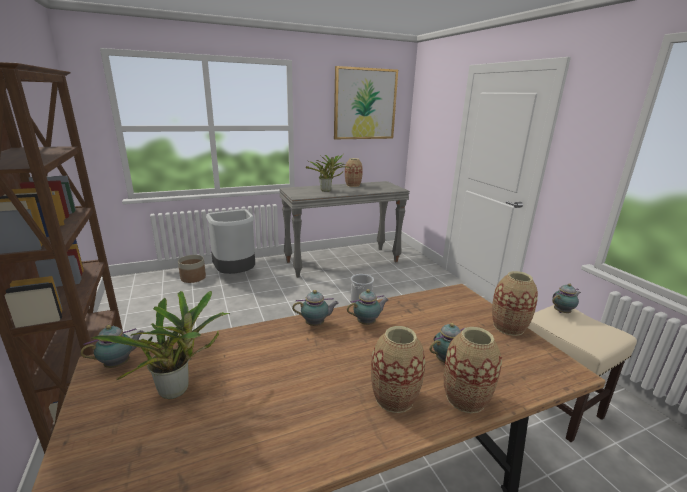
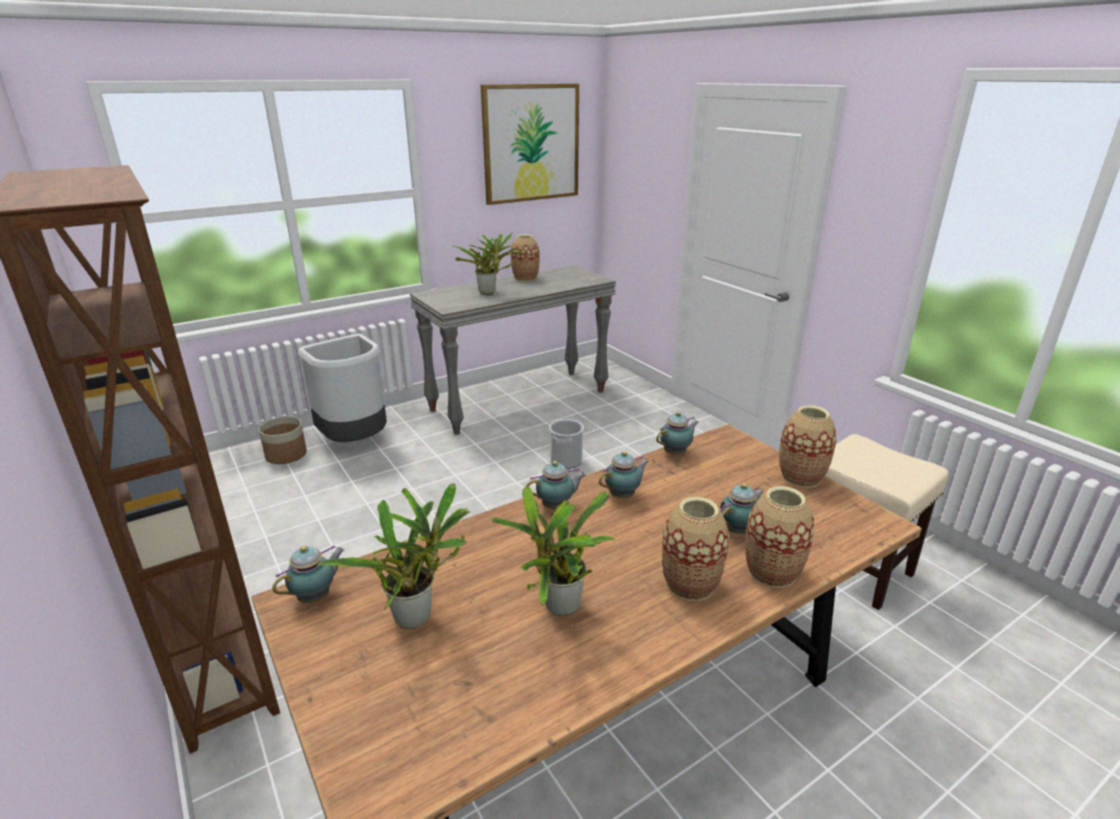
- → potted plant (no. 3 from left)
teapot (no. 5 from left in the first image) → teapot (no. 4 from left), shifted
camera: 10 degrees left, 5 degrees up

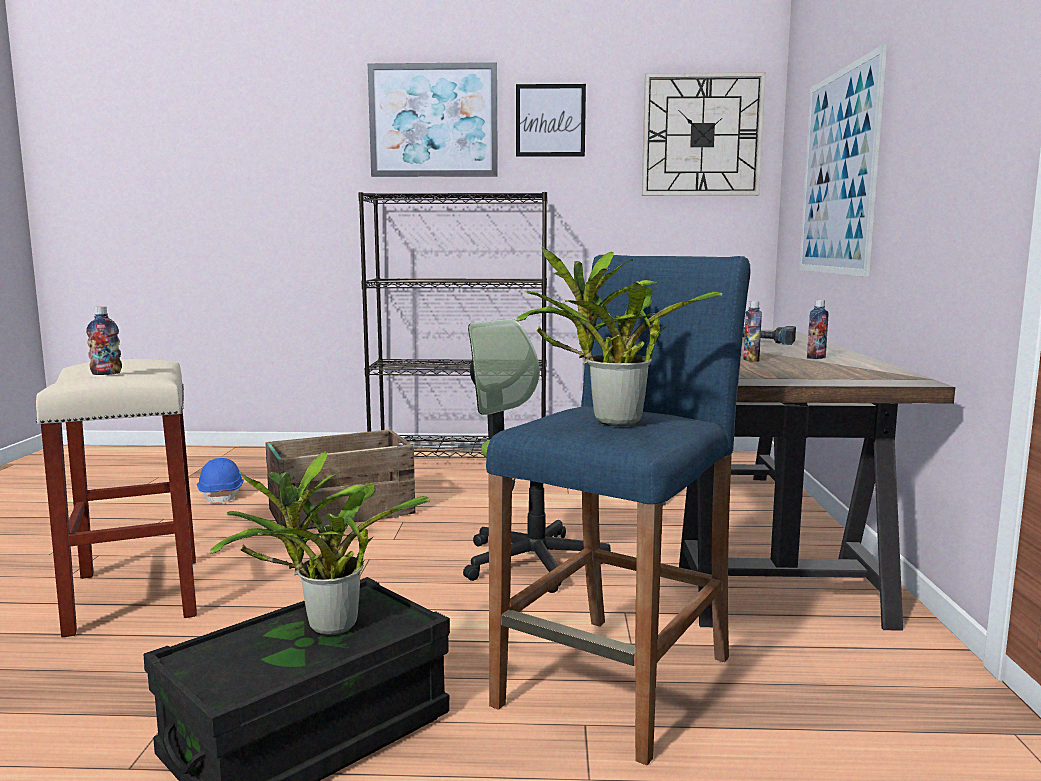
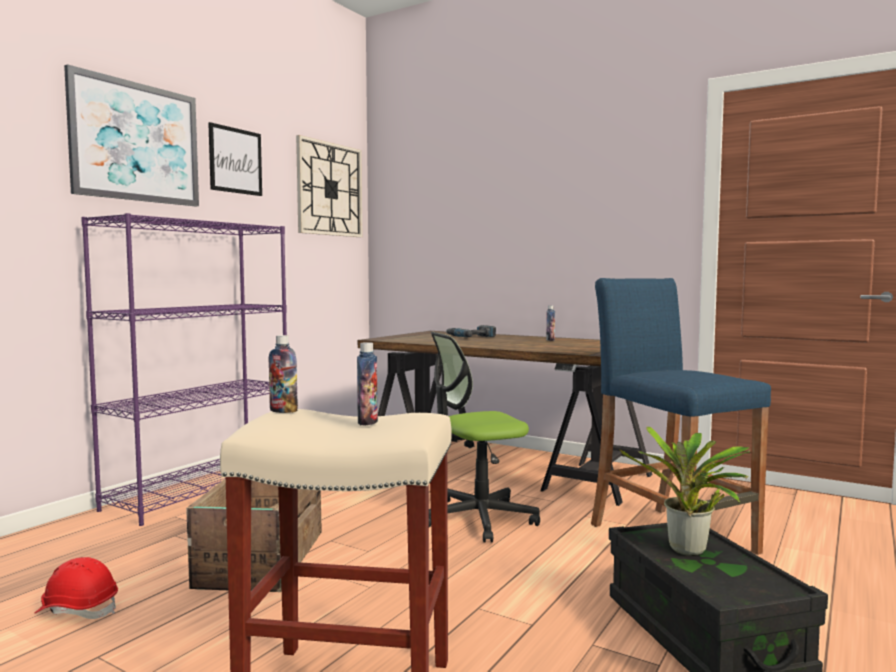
potted plant (no. 2 from left) → -
picture (no. 3 from left) → -
bottle (no. 2 from left in the first image) → bottle (no. 1 from left), shifted
blue hard hat → red hard hat
black bookcase → purple bookcase
camera: 60 degrees left, 5 degrees down

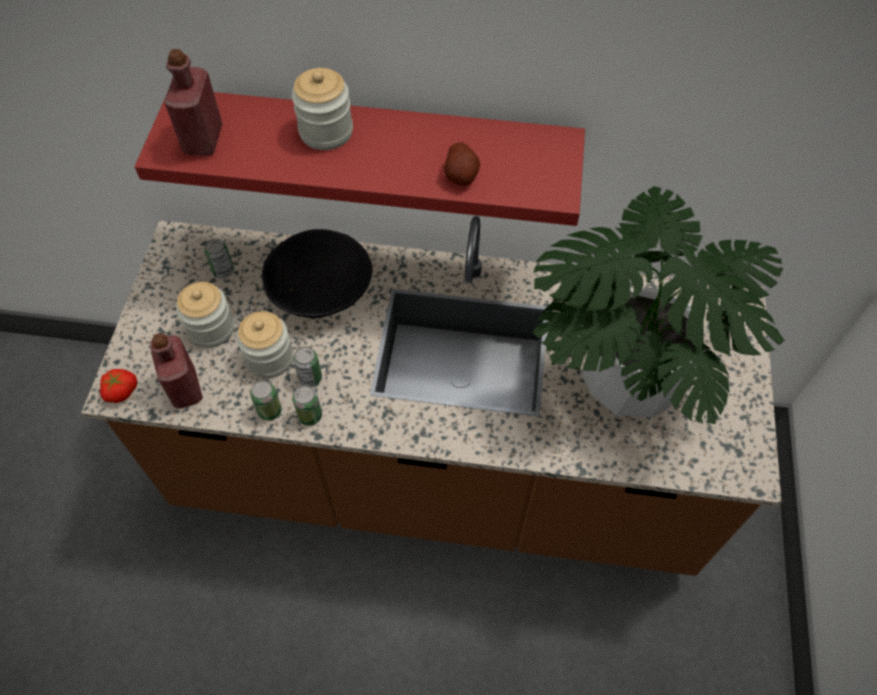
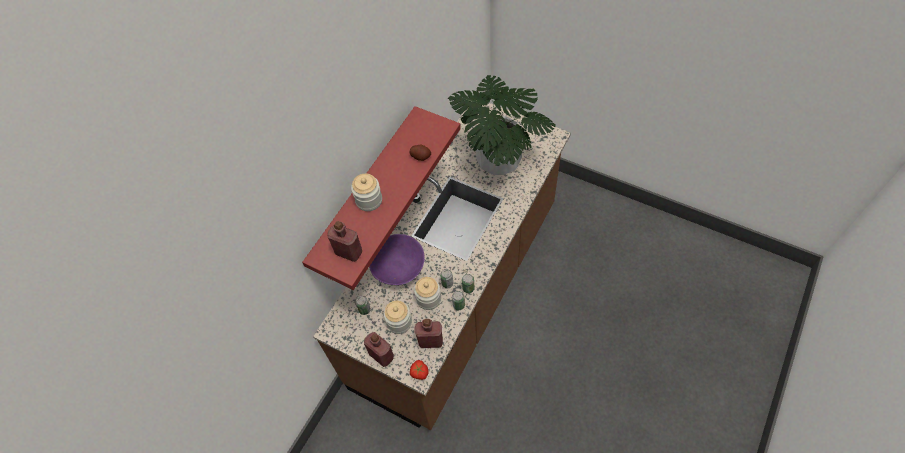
- → red bottle (no. 2 from left)
black bowl → purple bowl
camera: 65 degrees left, 0 degrees up

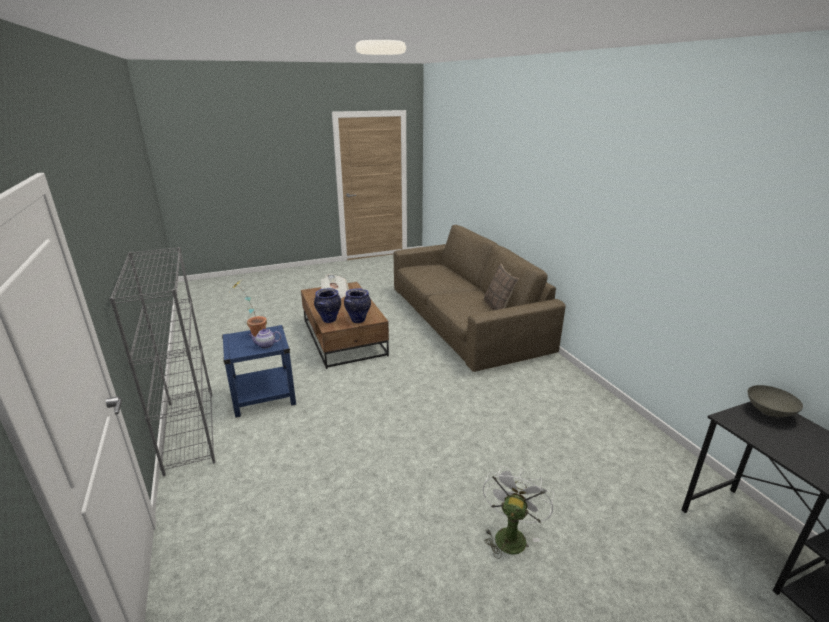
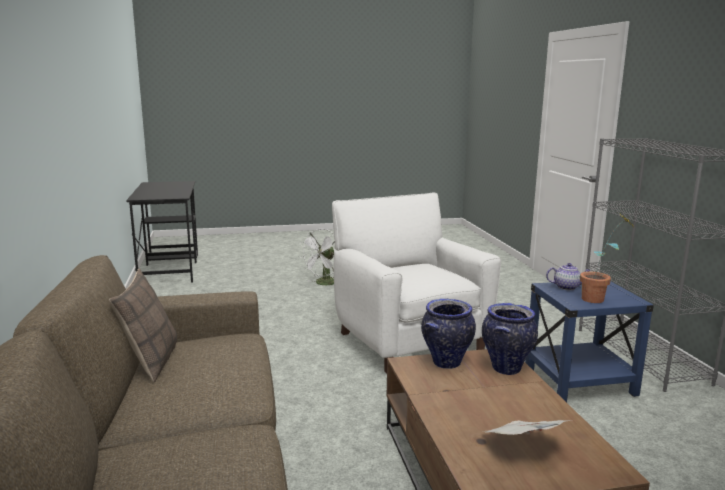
grey bowl → -
- → white armchair
camera: 170 degrees left, 10 degrees down

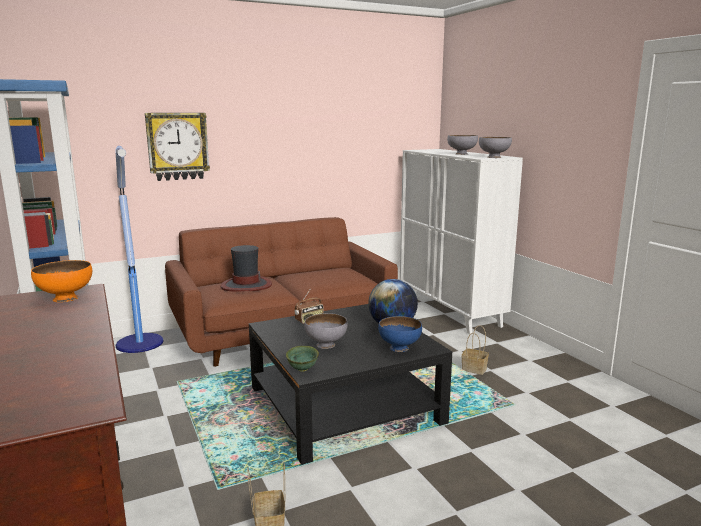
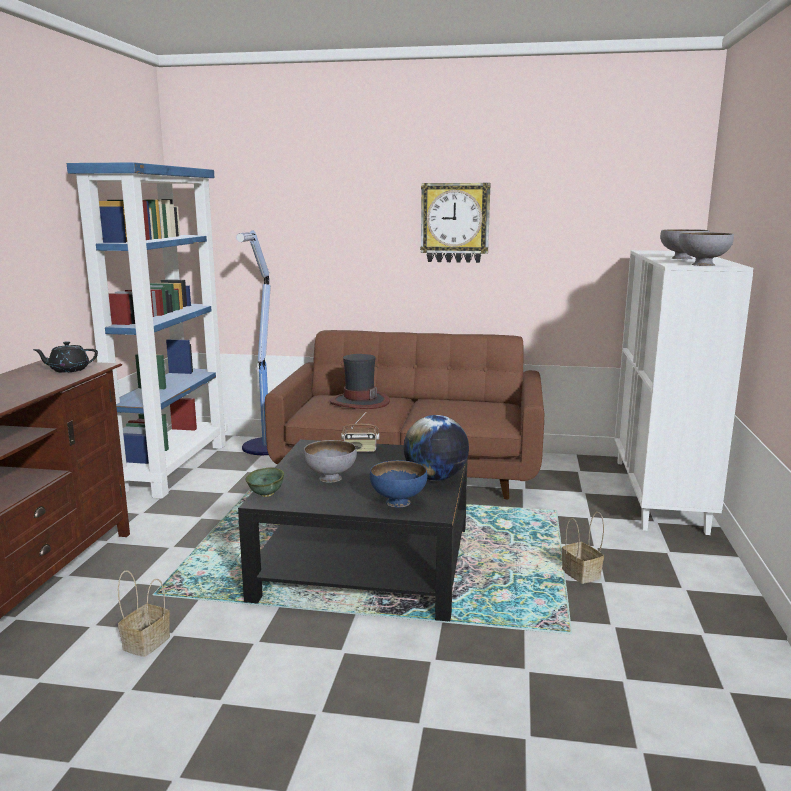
wall clock, shifted
orange bowl → black teapot
camera: 35 degrees right, 0 degrees up

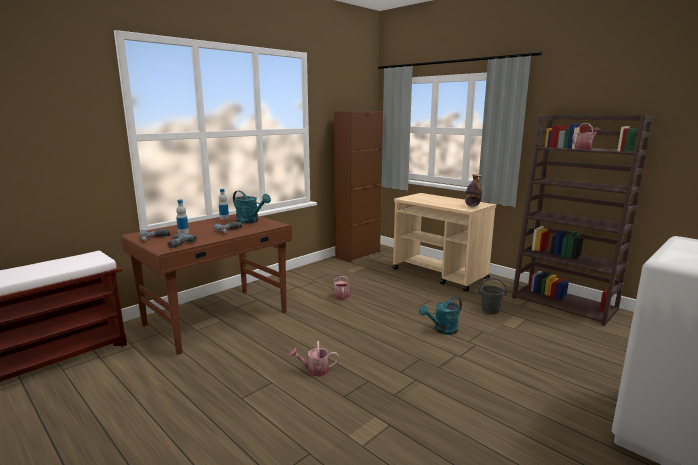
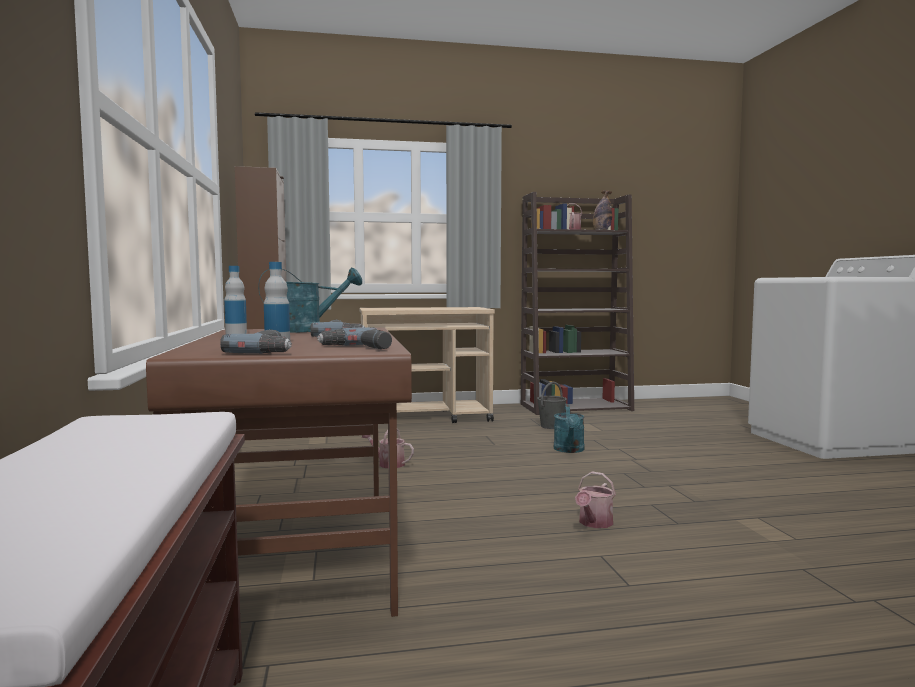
bottle (no. 3 from left), shifted
camera: 55 degrees left, 10 degrees down

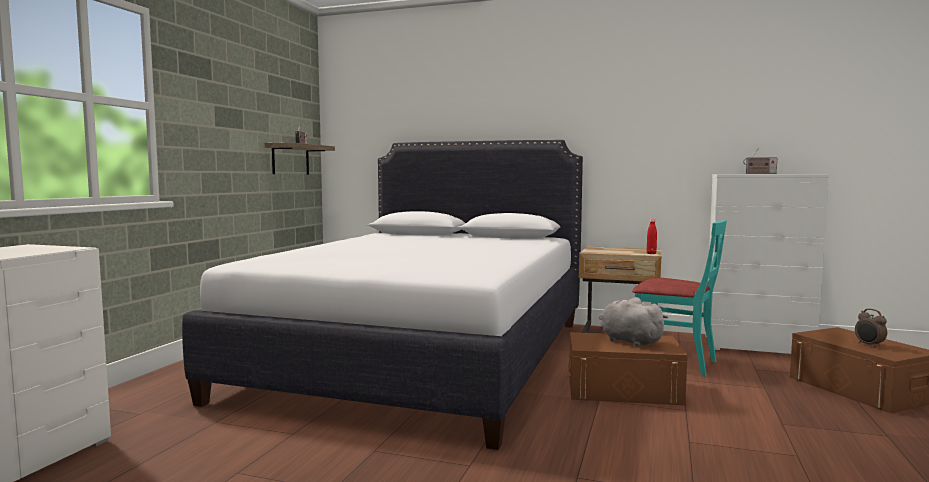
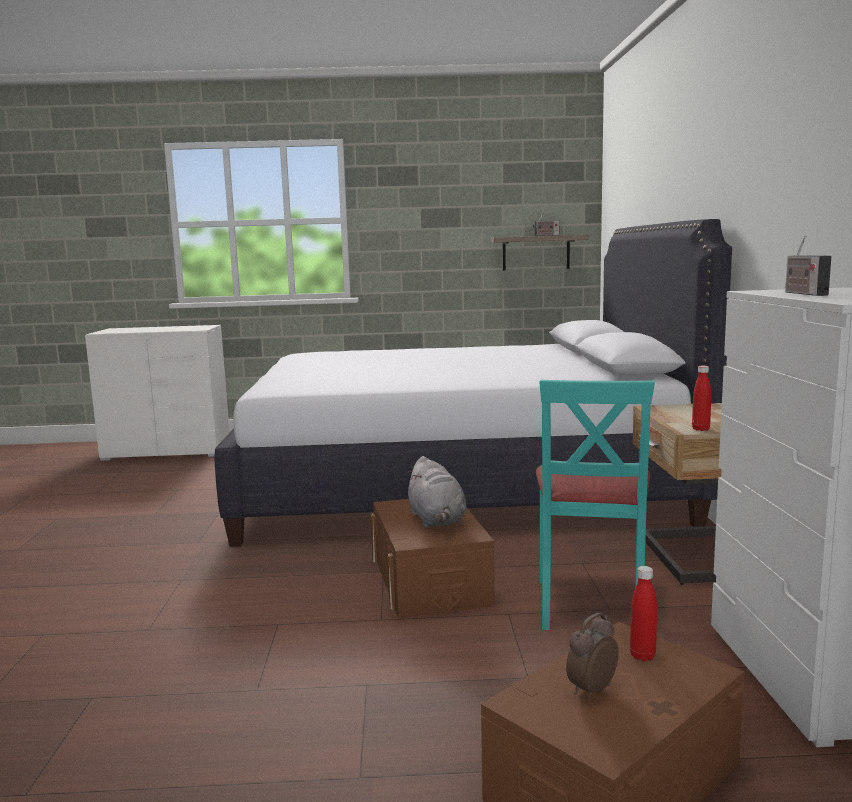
- → red bottle (no. 1 from left)
grey plush toy, 135 degrees clockwise
camera: 70 degrees right, 5 degrees up

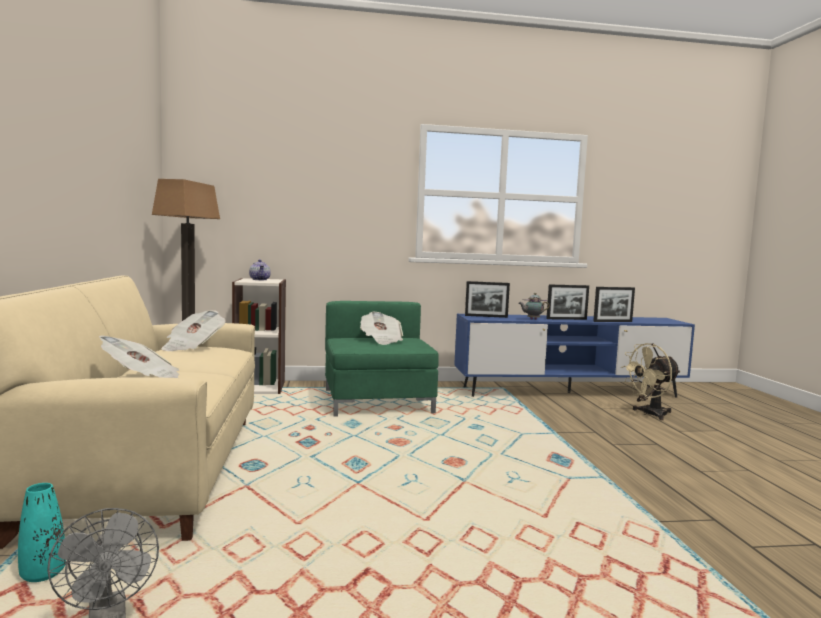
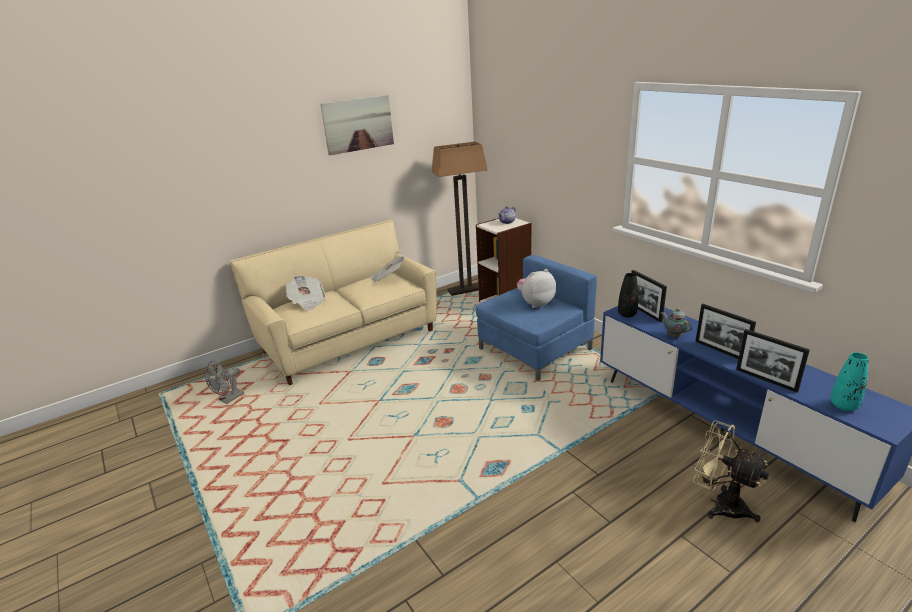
- → picture
- → black vase
turquoise vase, shifted
newspaper (no. 3 from left) → plush toy
green armchair → blue armchair
camera: 65 degrees right, 20 degrees up

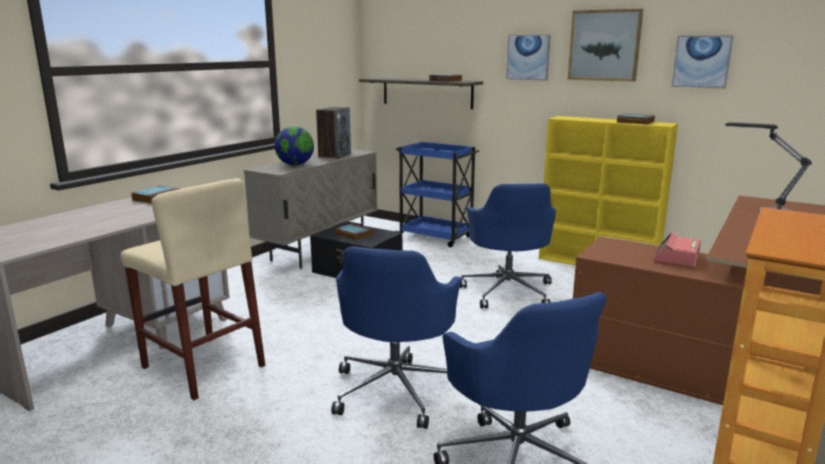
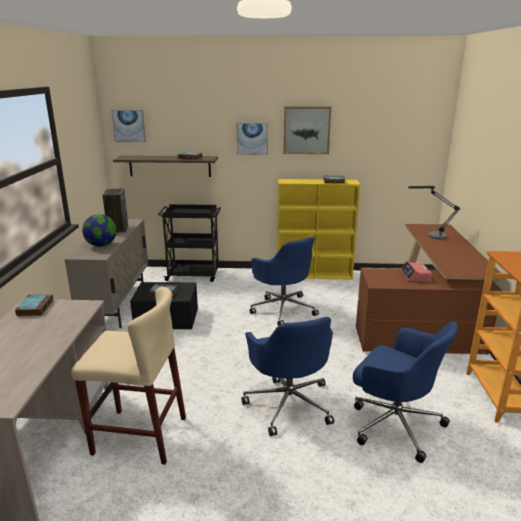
picture (no. 3 from left in the first image) → picture (no. 1 from left), shifted
blue cart → black cart
camera: 30 degrees left, 5 degrees up

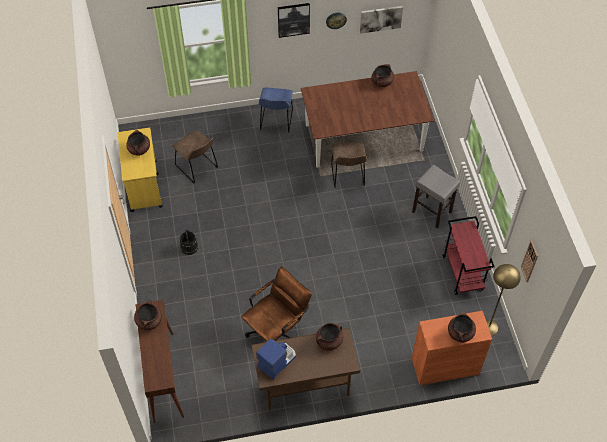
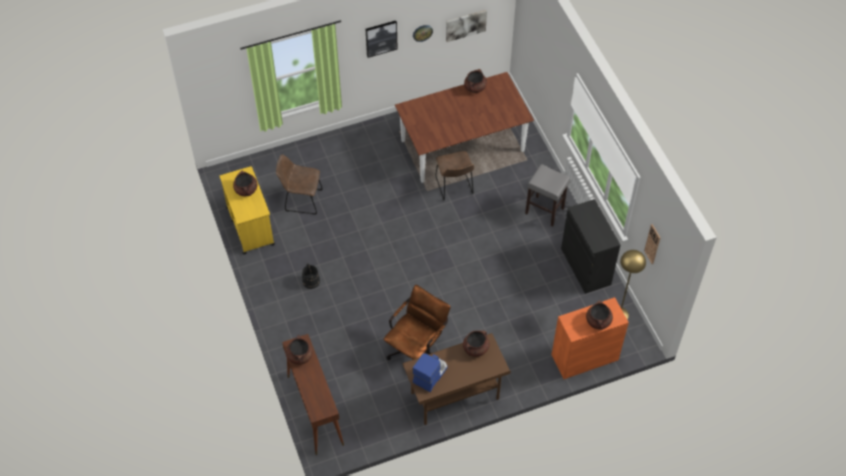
blue chair → -
red cart → black cabinet
brown chair (no. 1 from left), 150 degrees clockwise
camera: 10 degrees left, 0 degrees up

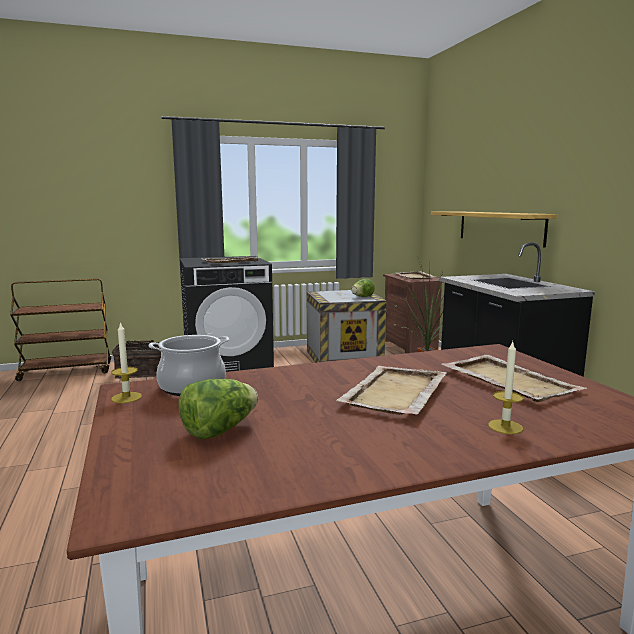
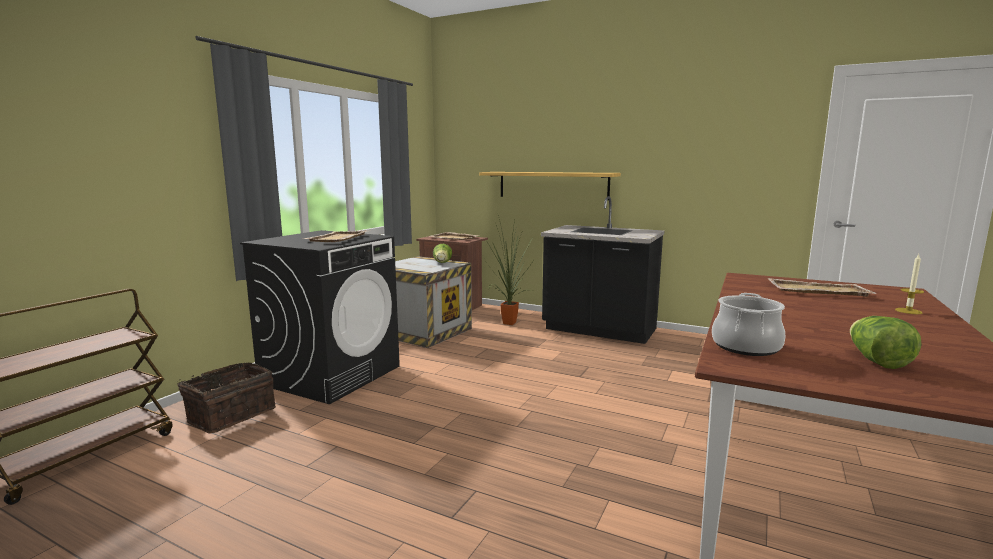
candle (no. 1 from left) → -
beige tray (no. 2 from left) → -
camera: 45 degrees left, 0 degrees up

